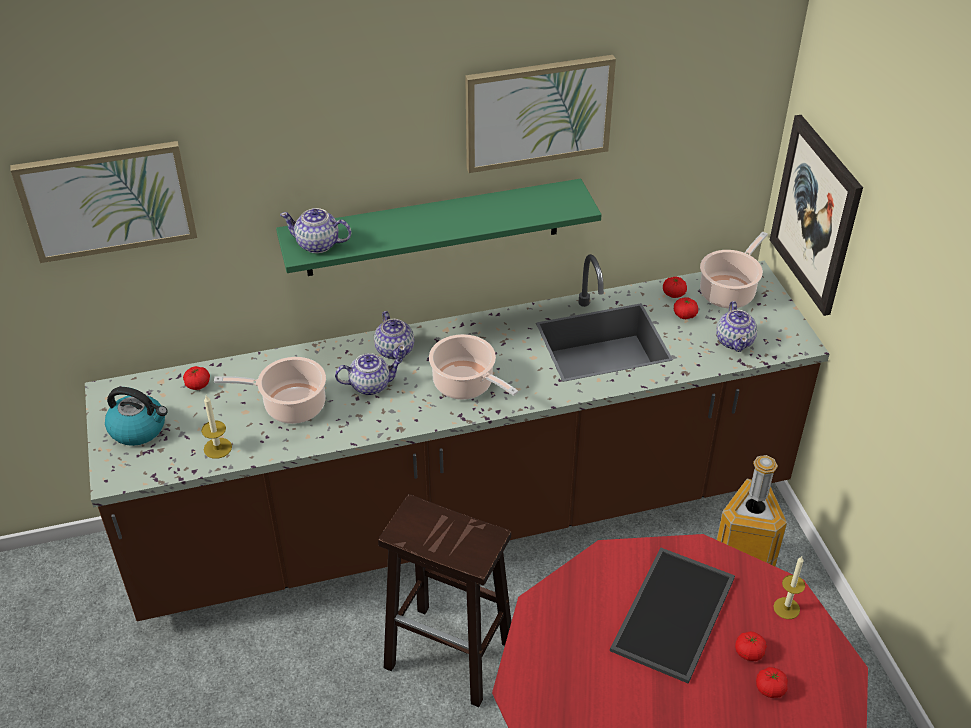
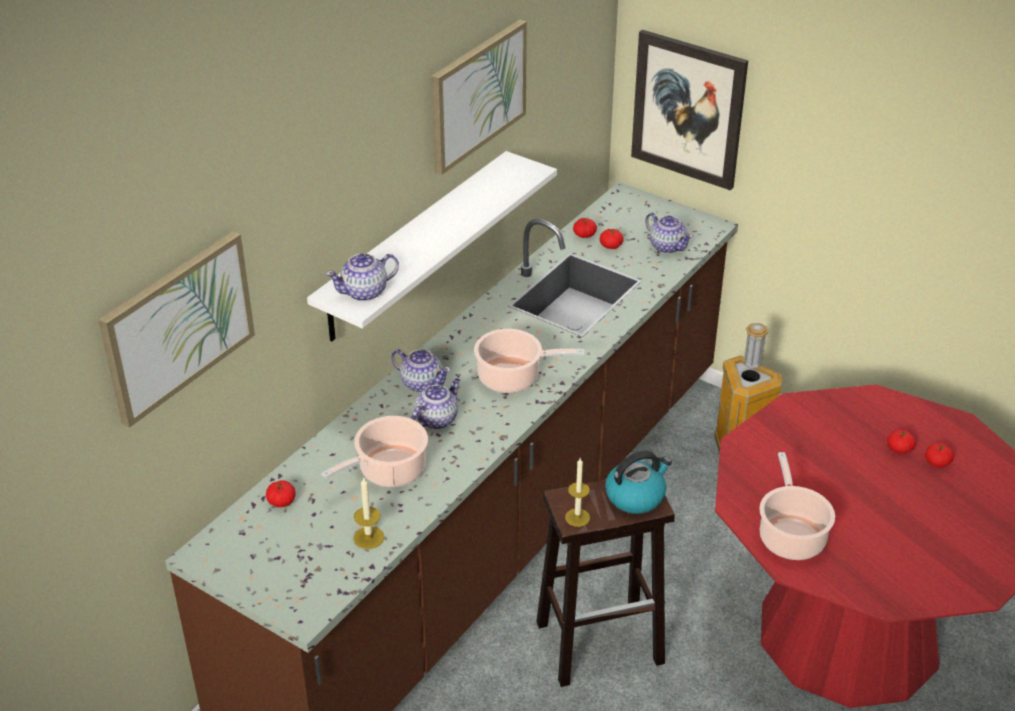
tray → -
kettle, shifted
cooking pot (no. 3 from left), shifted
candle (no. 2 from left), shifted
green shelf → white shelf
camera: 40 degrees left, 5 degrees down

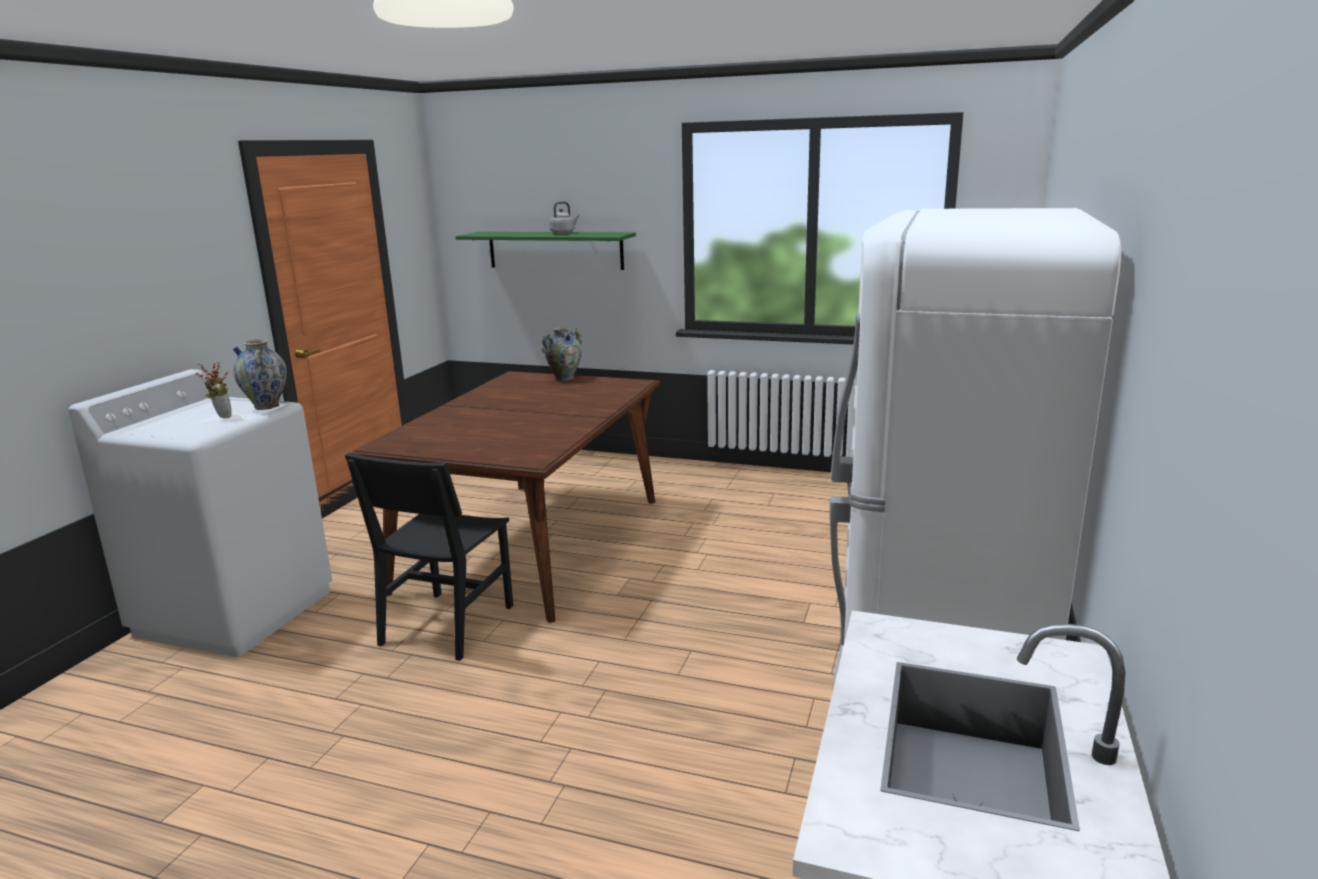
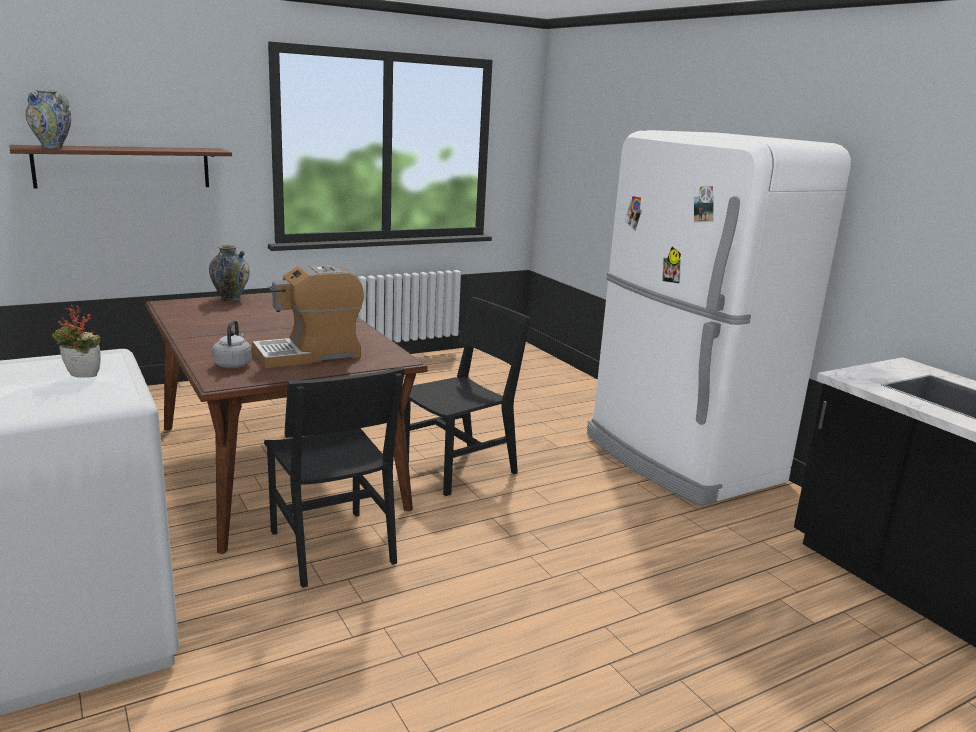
- → coffee machine
- → black chair (no. 2 from left)
vase (no. 1 from left), shifted
grey kettle, shifted
green shelf → brown shelf
camera: 50 degrees left, 0 degrees up

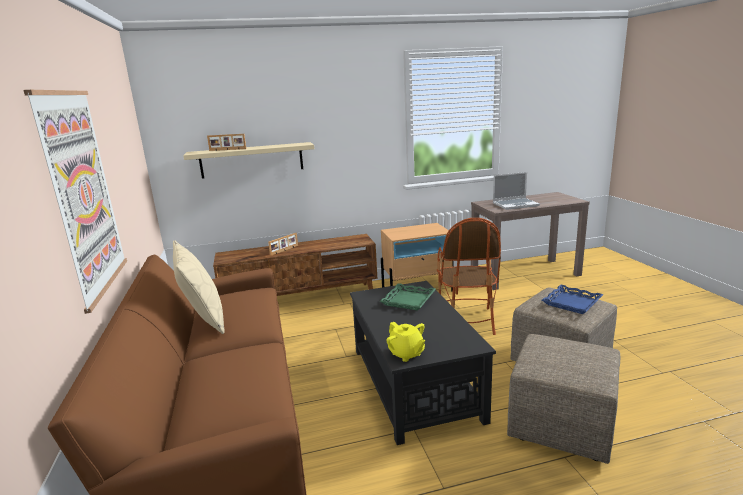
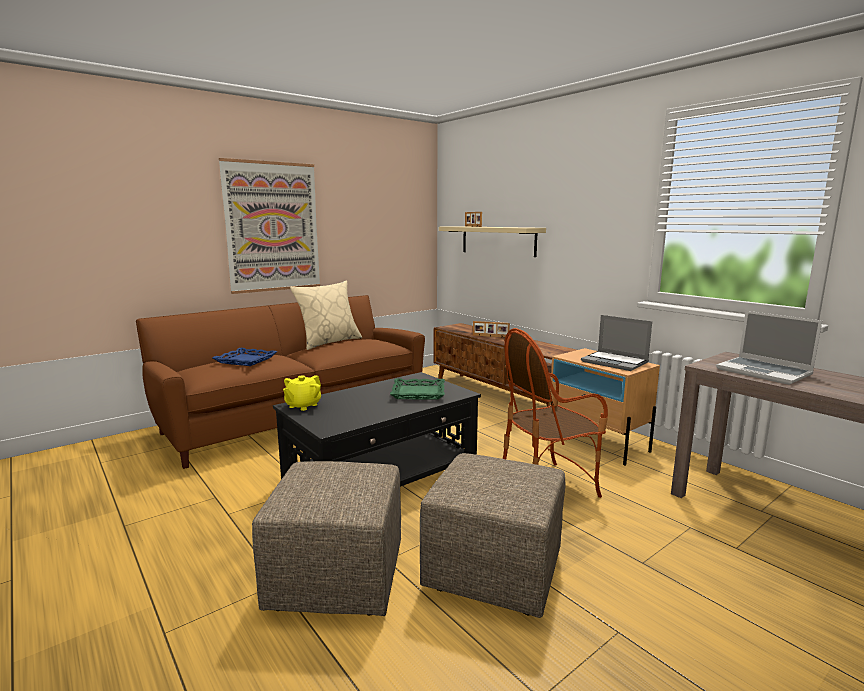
- → laptop (no. 1 from left)
blue tray, shifted
camera: 65 degrees right, 5 degrees down

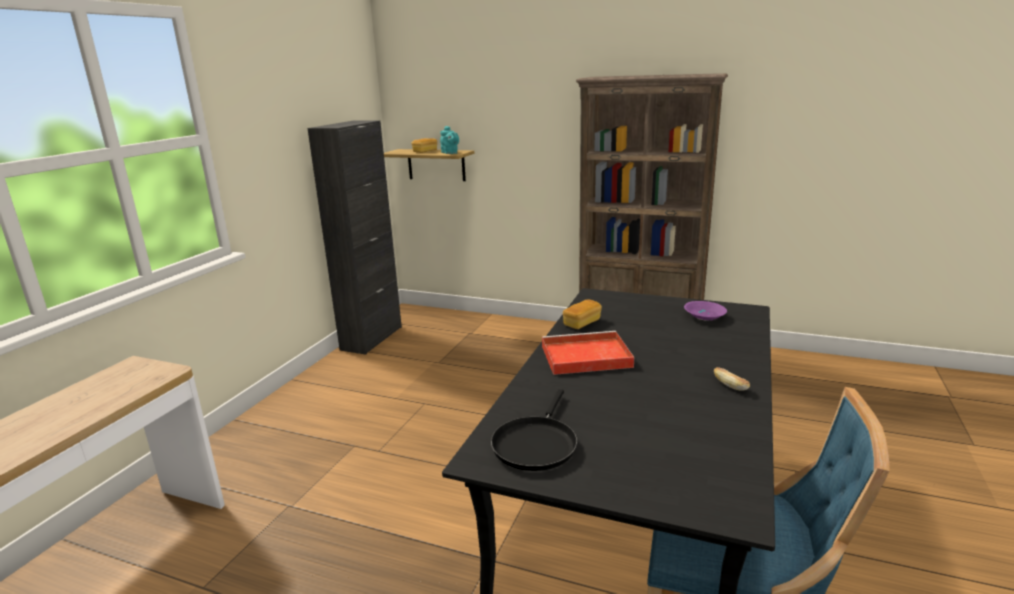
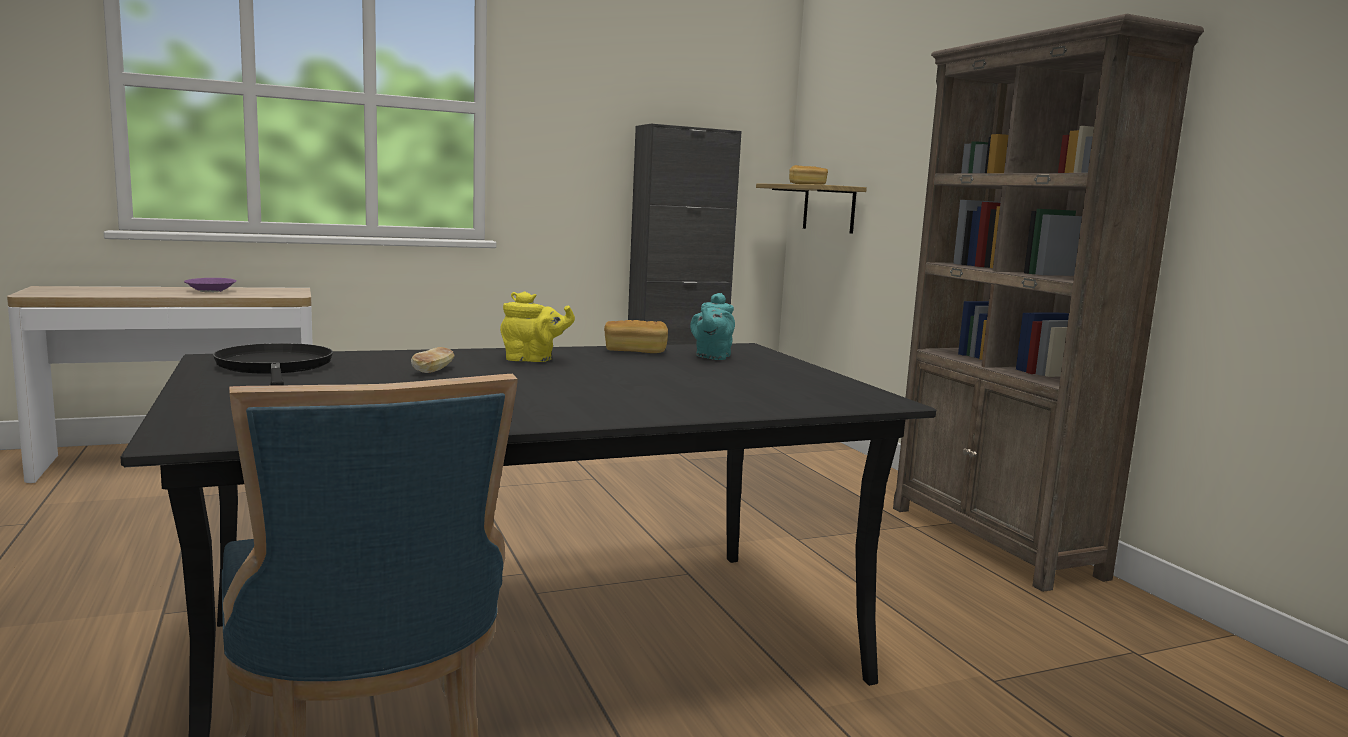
turquoise teapot, shifted
purple bowl, shifted
bread (no. 3 from left in the first image) → bread (no. 1 from left), shifted
red tray → yellow teapot
black frying pan, 90 degrees clockwise
camera: 45 degrees right, 10 degrees down

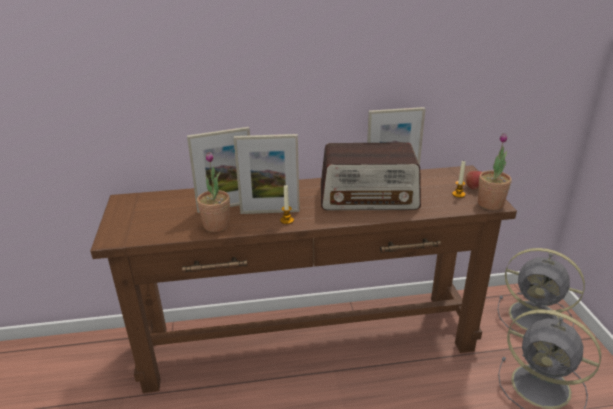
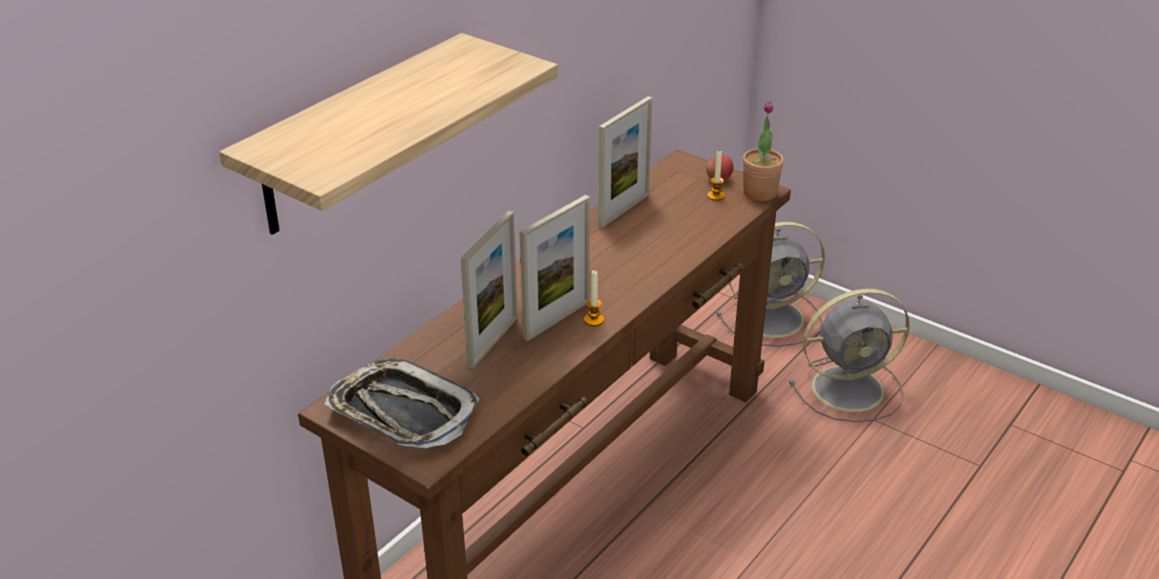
potted plant (no. 1 from left) → -
radio → -
- → shelf
- → tray
camera: 45 degrees left, 5 degrees up

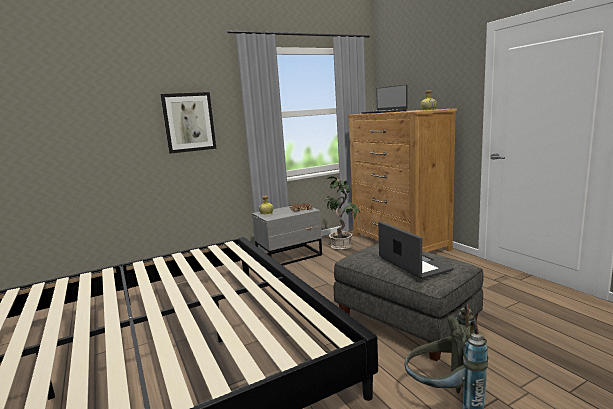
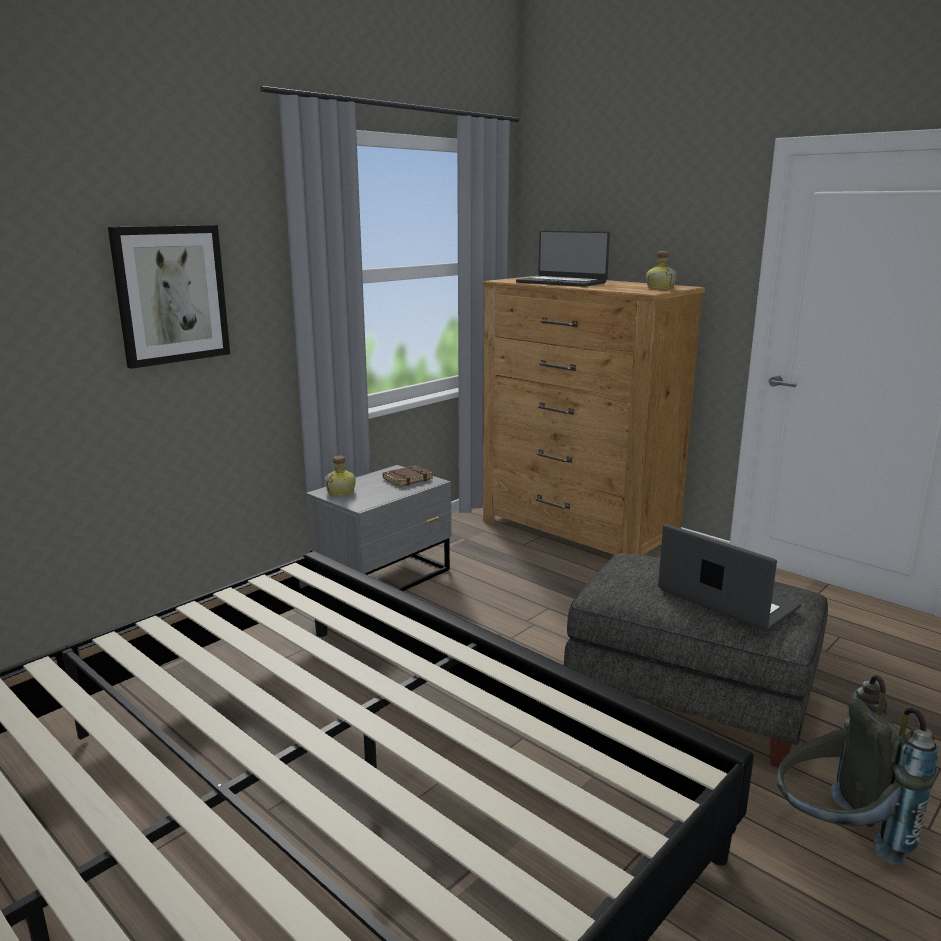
potted plant → -
camera: 20 degrees left, 5 degrees up

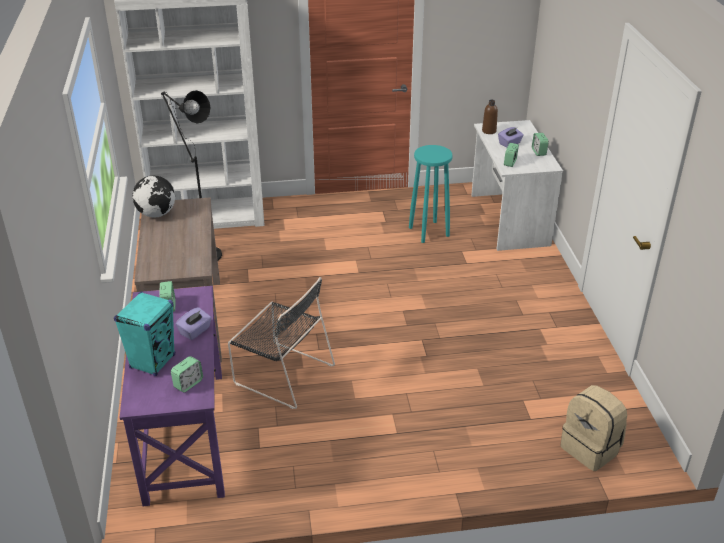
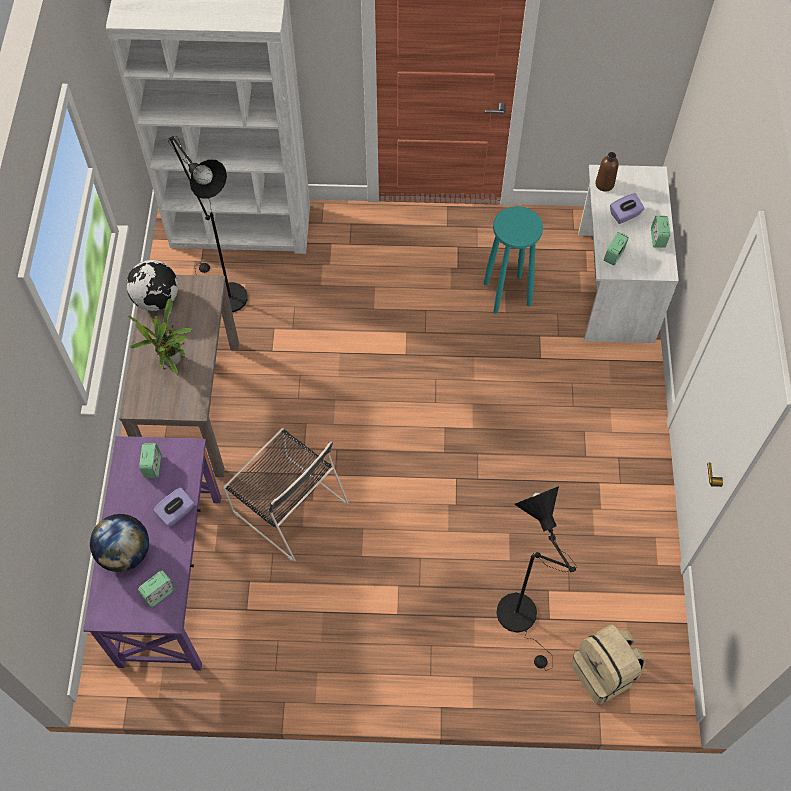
- → potted plant
- → black floor lamp (no. 2 from left)
turquoise speaker → globe (no. 1 from left)
camera: 10 degrees right, 25 degrees up

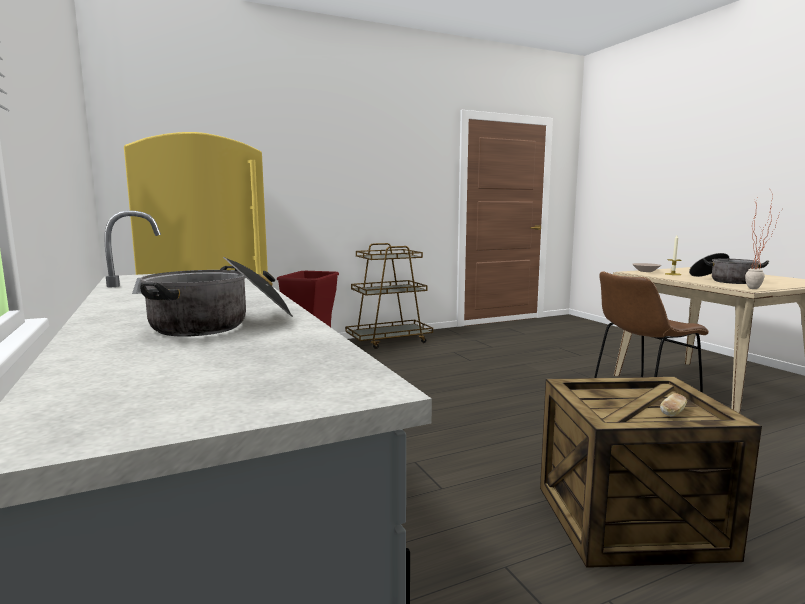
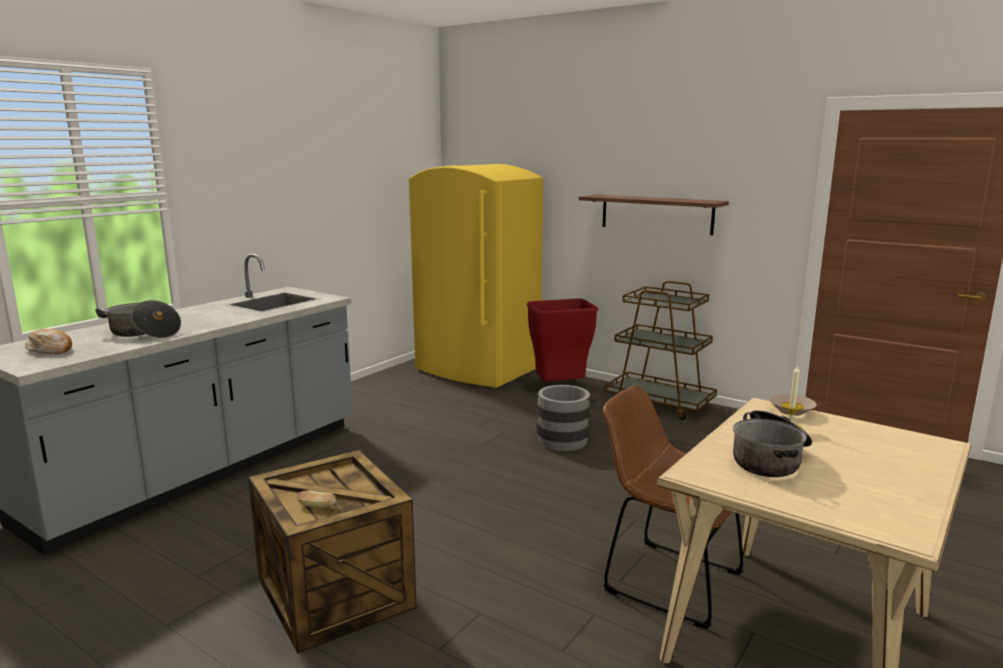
potted plant → -
- → bread (no. 1 from left)
- → grey bucket
- → shelf
camera: 60 degrees right, 5 degrees up

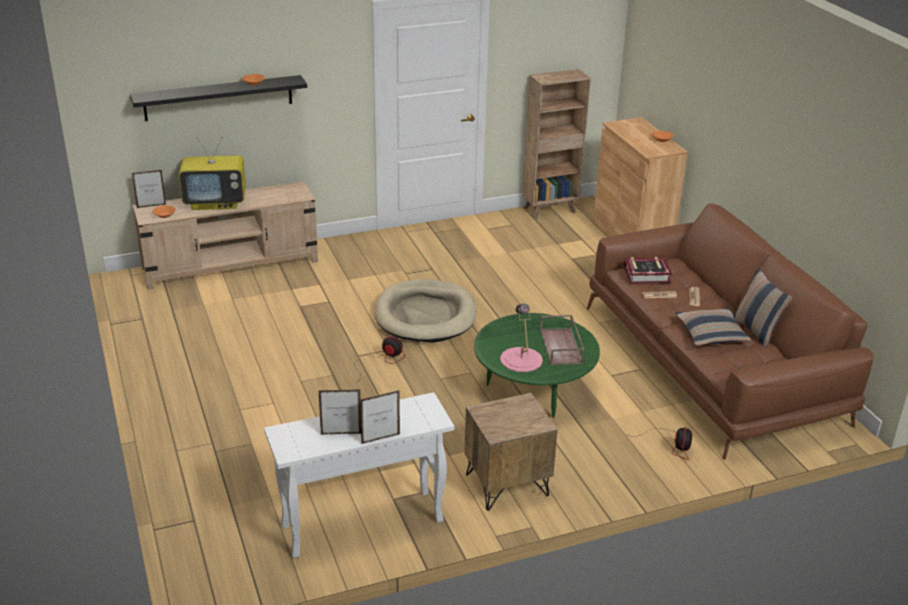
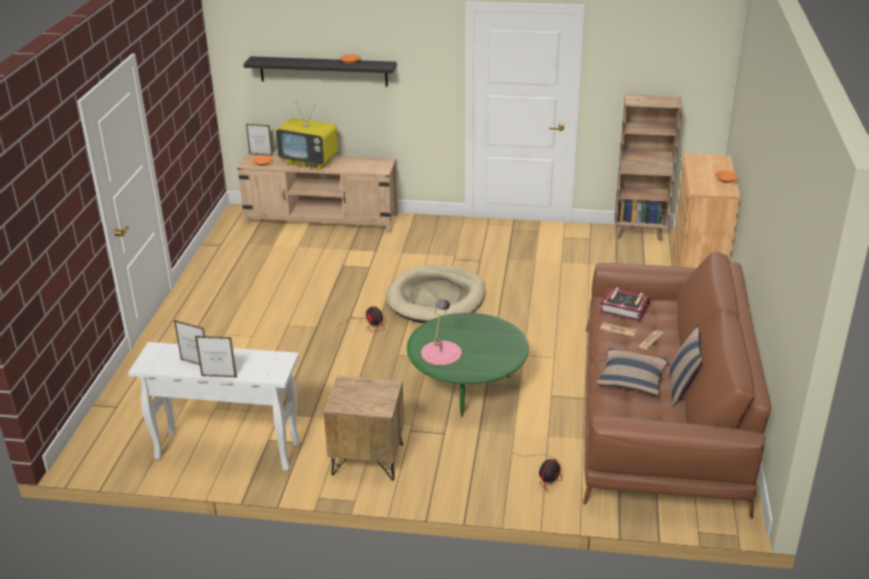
brown tray → -
camera: 30 degrees right, 0 degrees up

